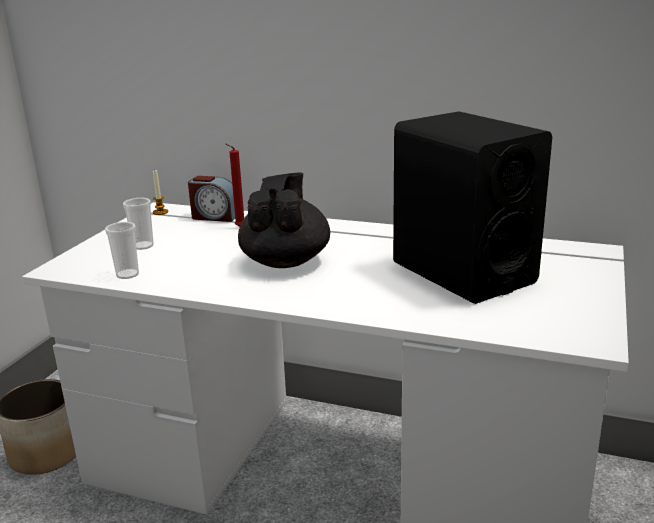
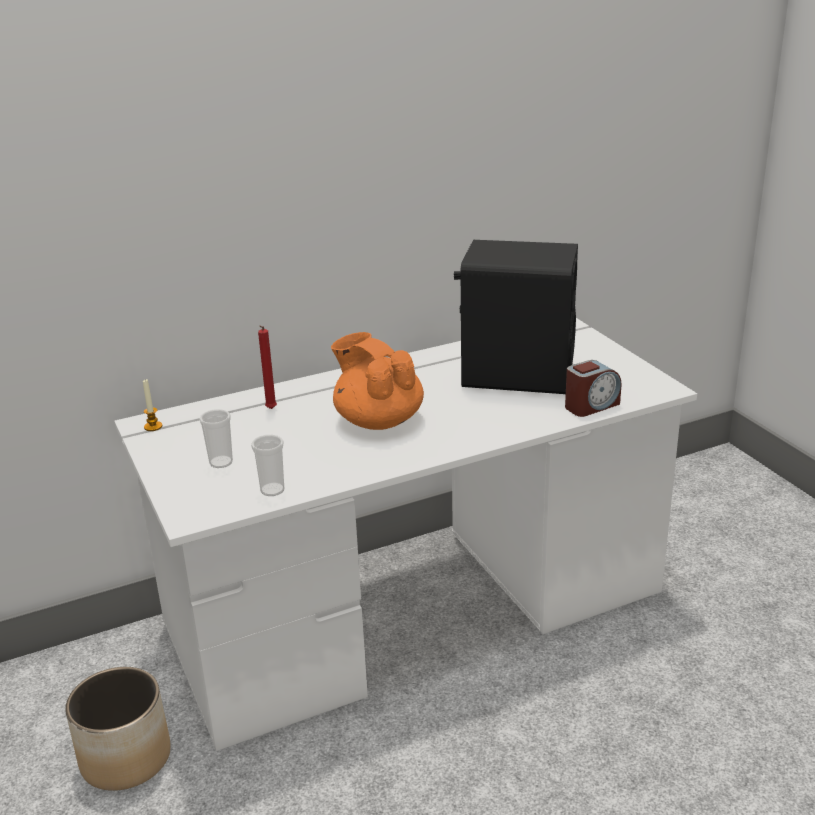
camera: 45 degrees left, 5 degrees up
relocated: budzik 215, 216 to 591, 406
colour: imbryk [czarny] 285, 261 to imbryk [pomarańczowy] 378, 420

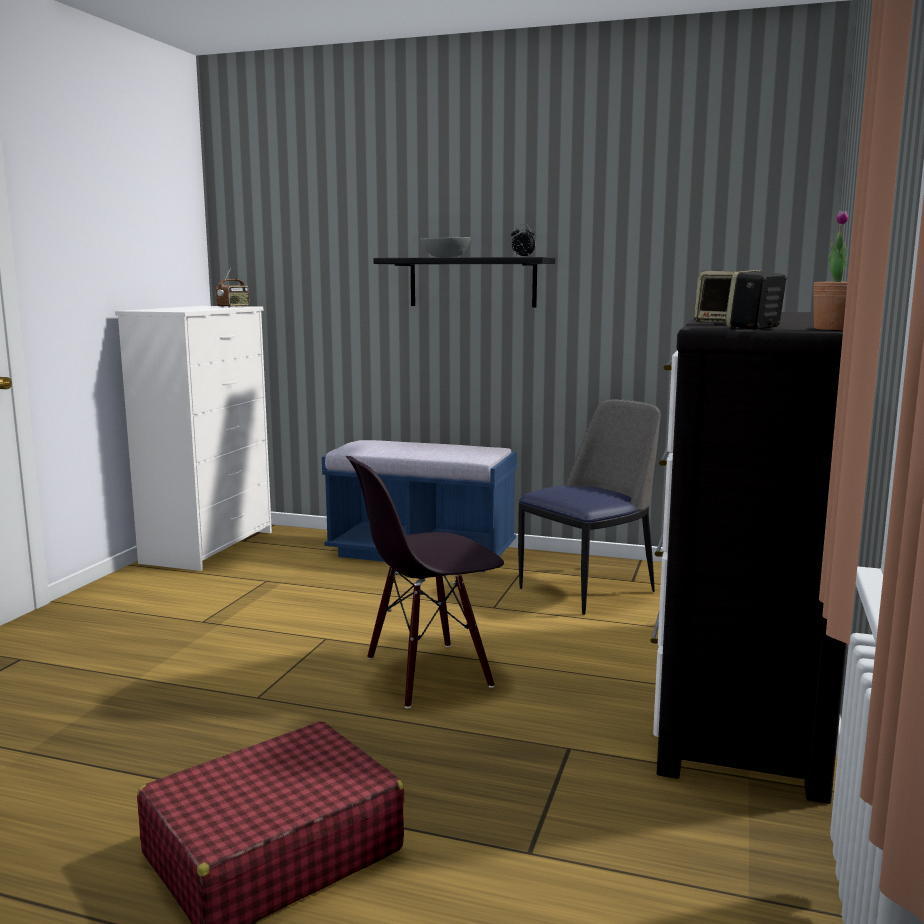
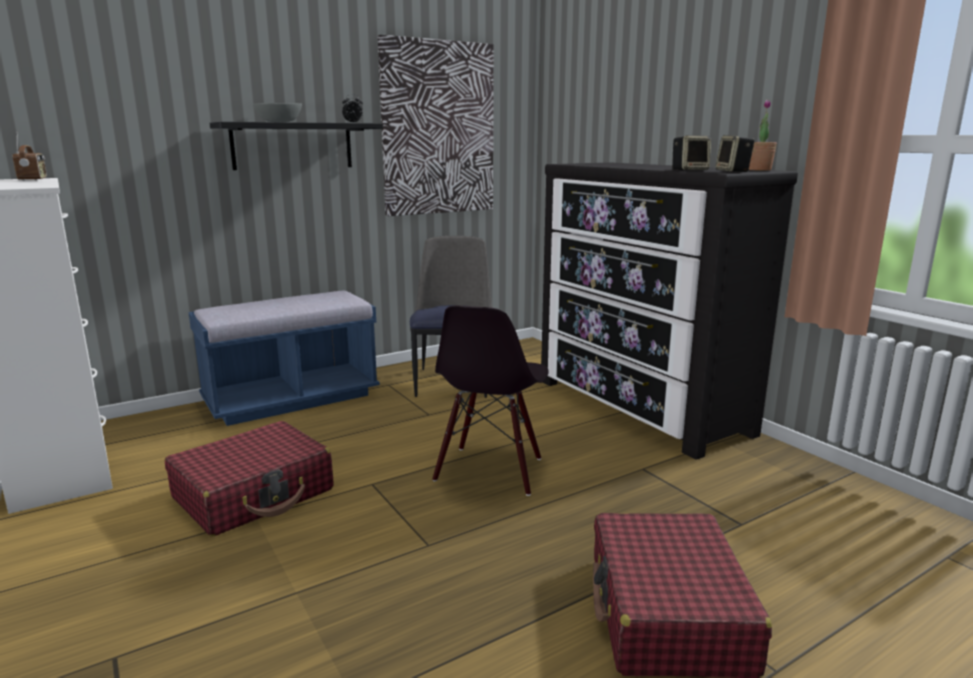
camera: 50 degrees left, 5 degrees up
appeared: walizka [czerwony] 254, 494; obraz 438, 129

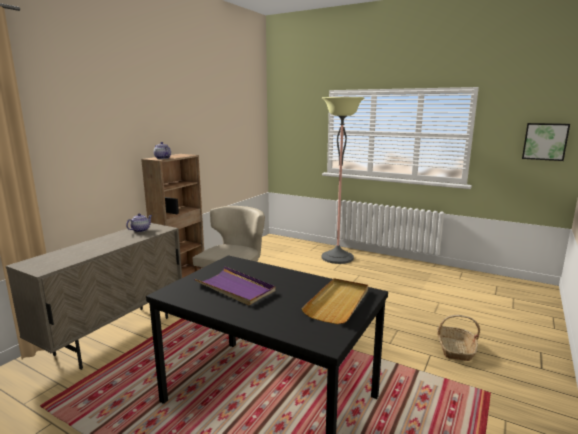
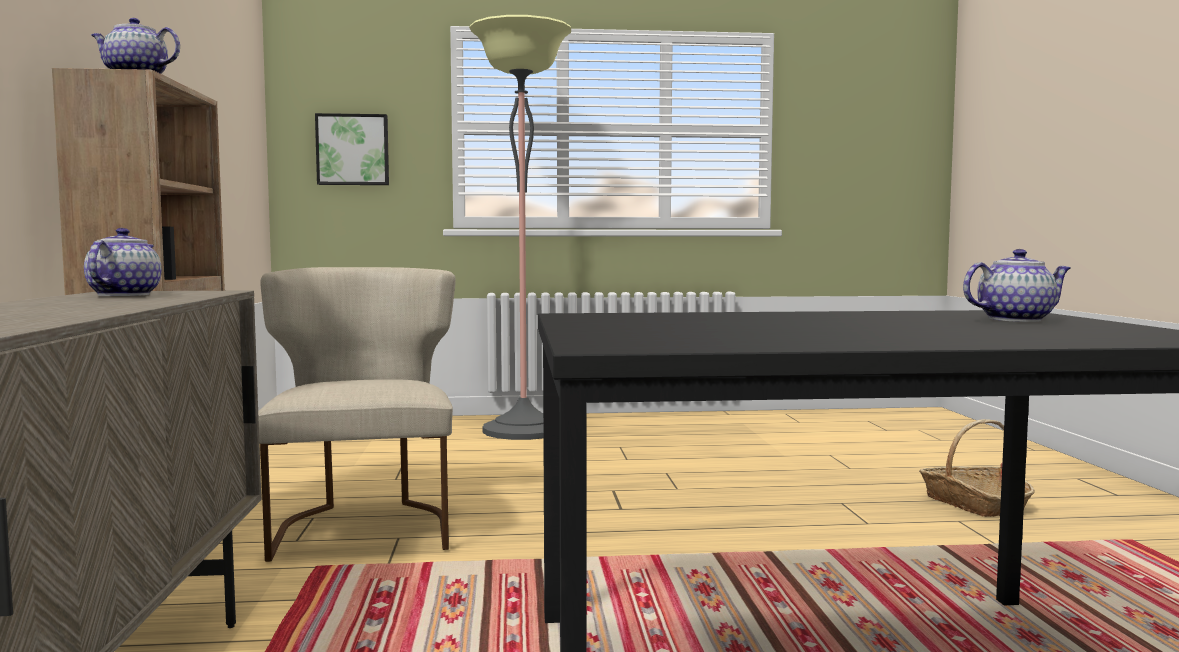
camera: 35 degrees left, 10 degrees down
missing: taca [fioletowy] 235, 288
relocated: obraz 545, 141 to 353, 150
exchanged: taca [beżowy] 338, 302 to imbryk 1016, 319

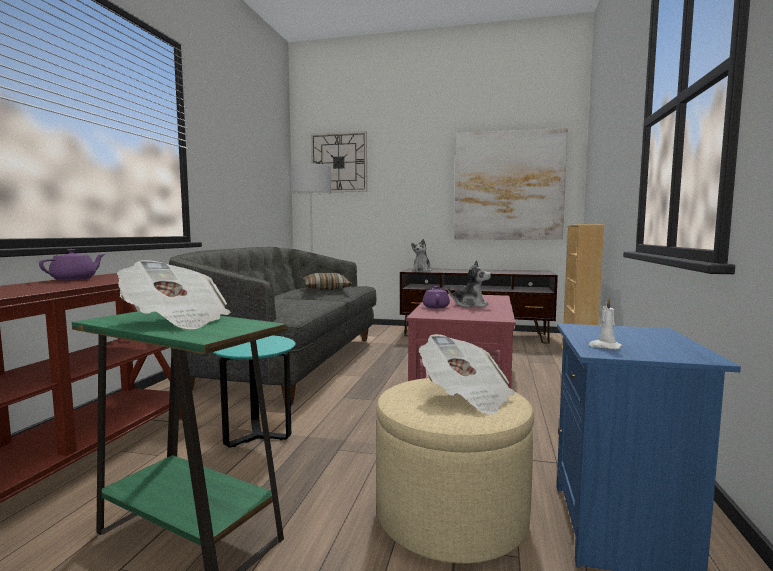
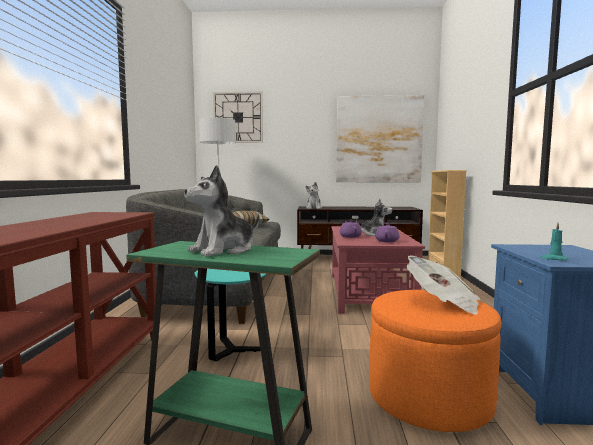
camera: 10 degrees left, 0 degrees up
relocated: imbryk [fioletowy] 75, 279 to 387, 241
exchanged: gazeta 177, 321 to pluszak 224, 250
colour: pufa [beżowy] 451, 516 to pufa [pomarańczowy] 429, 398; świeca [biały] 604, 347 to świeca [turkusowy] 553, 259

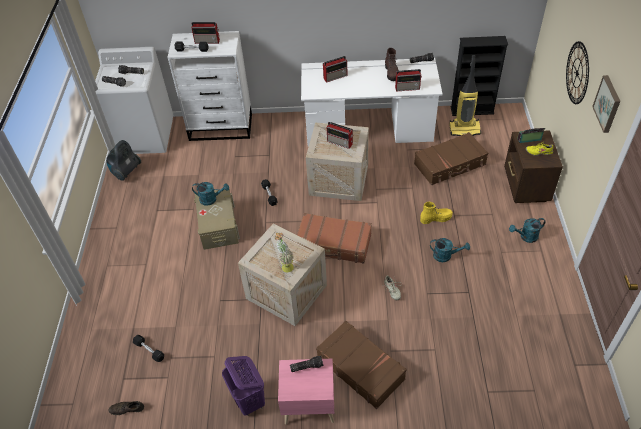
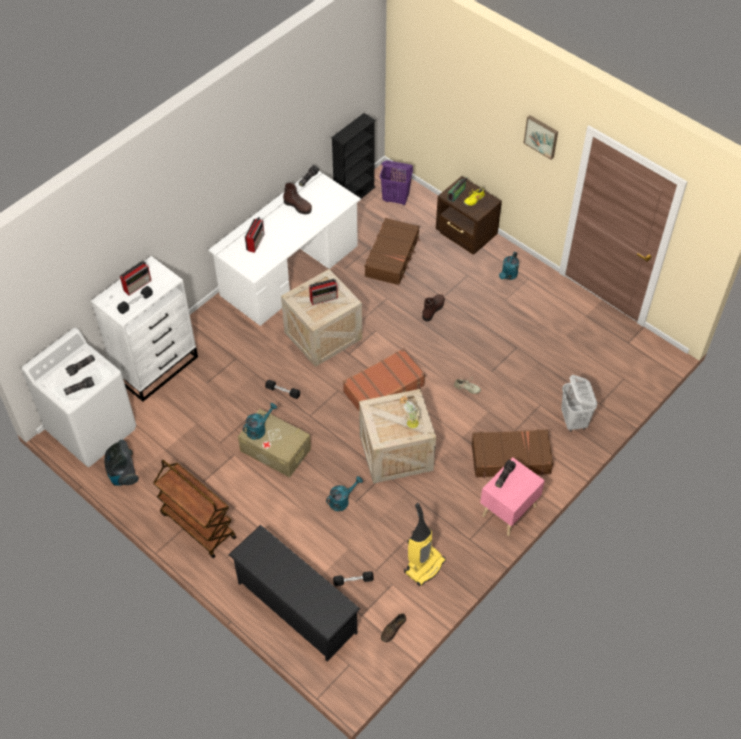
camera: 50 degrees left, 5 degrees up
missing: radio 408, 88; zegar ścienny 577, 73
appeared: wózek [brązowy] 197, 525; regał na buty [czarny] 296, 607; kosz na pranie [biały] 574, 421
relocated: kosz na pranie [fioletowy] 249, 401 to 396, 199; konewka [turkusowy] 446, 256 to 342, 500; odkurzacz 464, 129 to 424, 565
colour: but z cholewką [żółty] 436, 218 to but z cholewką [brązowy] 433, 309

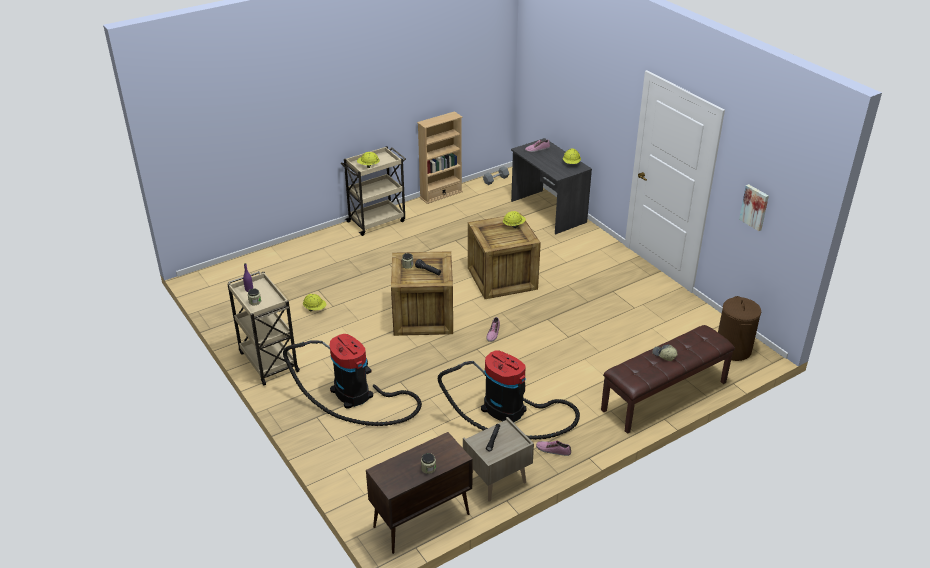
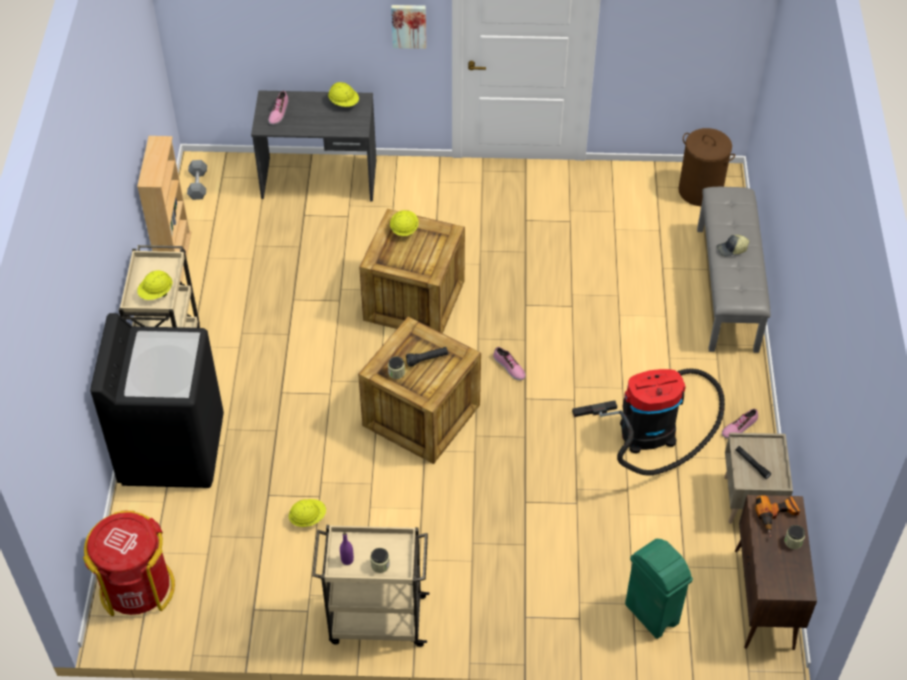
camera: 55 degrees left, 15 degrees up
missing: odkurzacz 355, 396
appeared: kosz na śmieci [czerwony] 137, 587; pralka [czarny] 172, 449; kosz na śmieci [zielony] 652, 614; wiertarka 777, 516
relocated: obraz 755, 207 to 409, 25
colour: ławka [brązowy] 664, 396 to ławka [szary] 728, 289

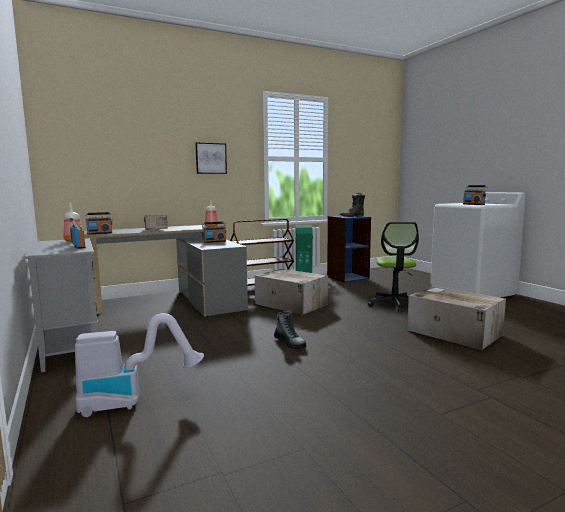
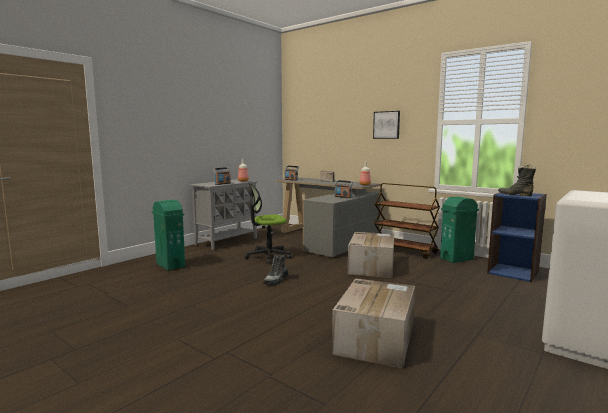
camera: 65 degrees right, 0 degrees up
missing: radio 473, 204
relocated: krzesło biurowe 395, 304 to 268, 256
exchanged: odkurzacz 132, 401 to kosz na śmieci [zielony] 170, 265

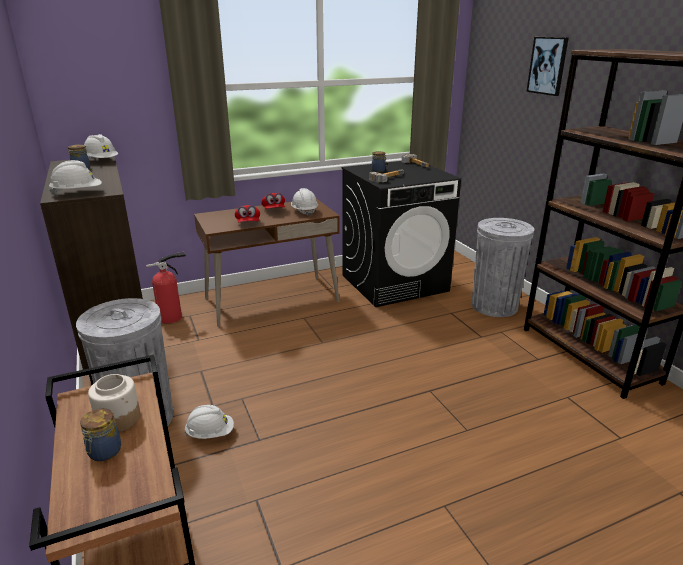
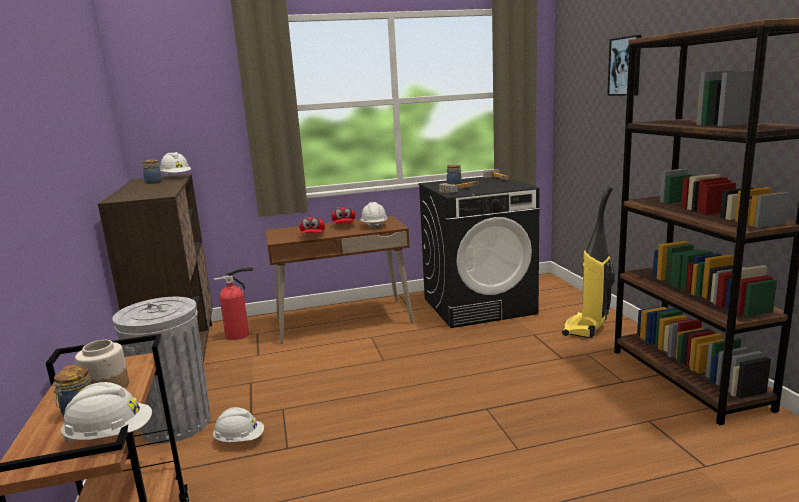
camera: 10 degrees right, 10 degrees down
relocated: kask [biały] 78, 193 to 110, 436
exchanged: kosz na śmieci [szary] 494, 306 to odkurzacz 586, 328

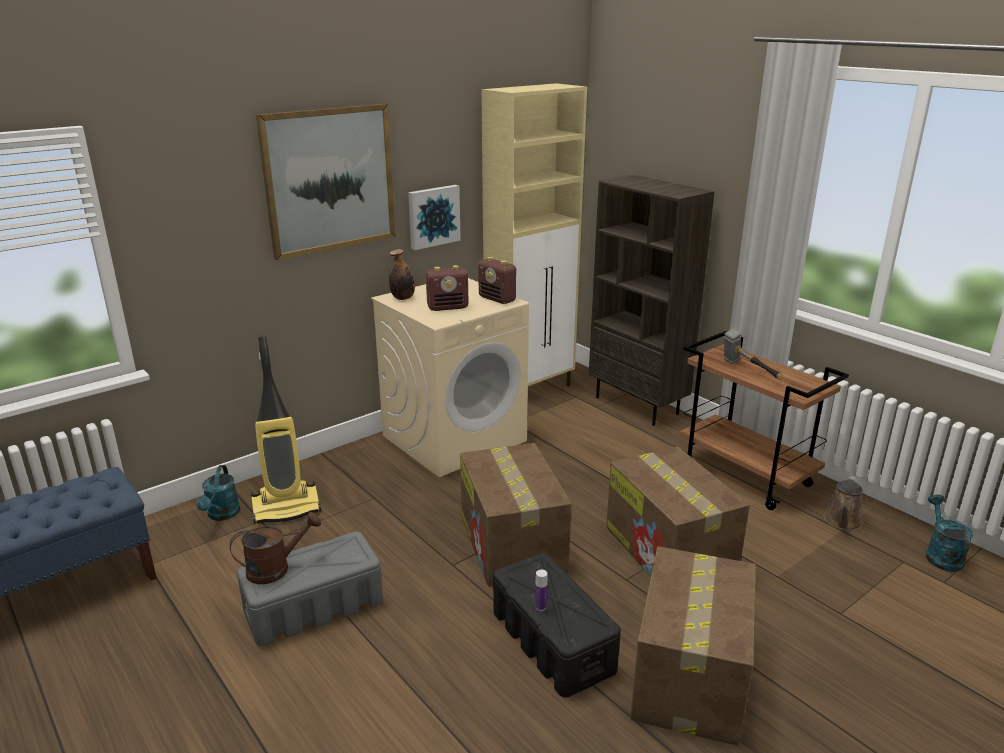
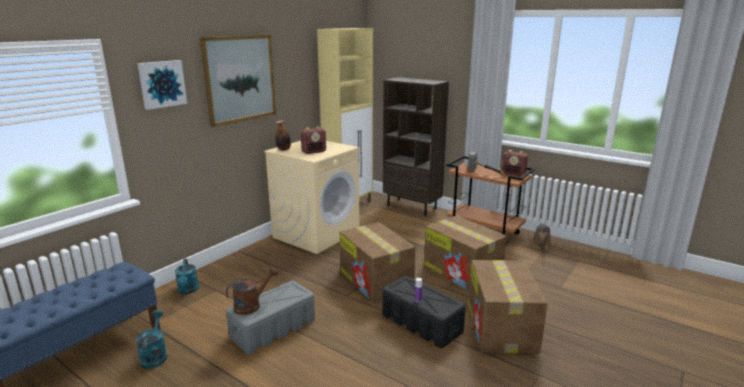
camera: 15 degrees left, 5 degrees down
missing: odkurzacz 287, 508
relocated: obraz 433, 216 to 162, 84; radio 497, 299 to 513, 174; konewka [turkusowy] 940, 555 to 154, 355

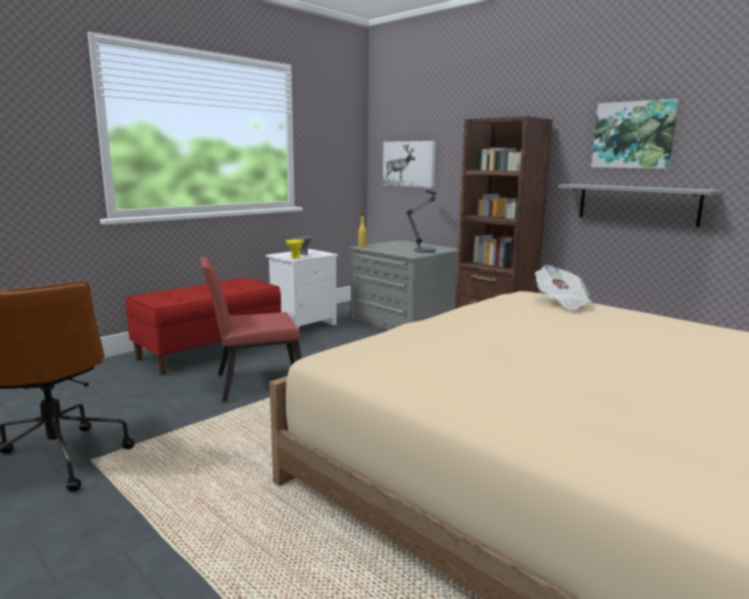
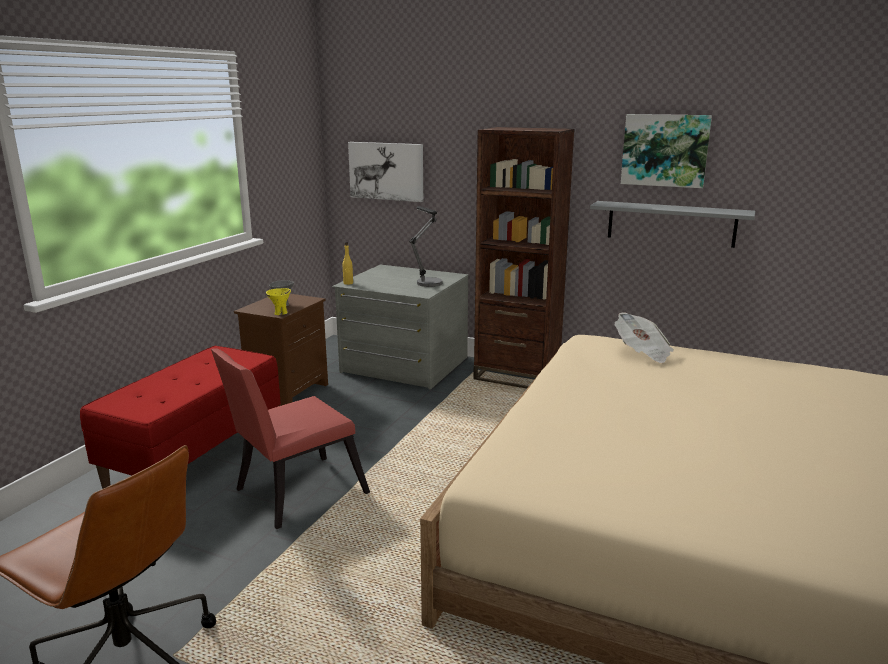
camera: 20 degrees left, 5 degrees up
colour: szafka nocna [biały] 303, 325 to szafka nocna [brązowy] 287, 391

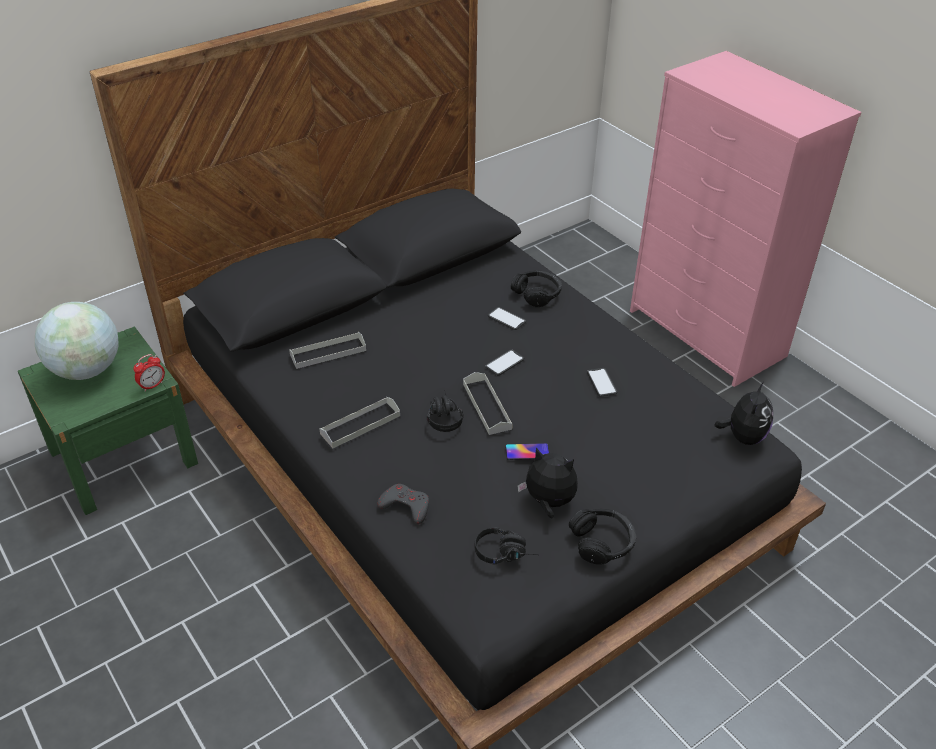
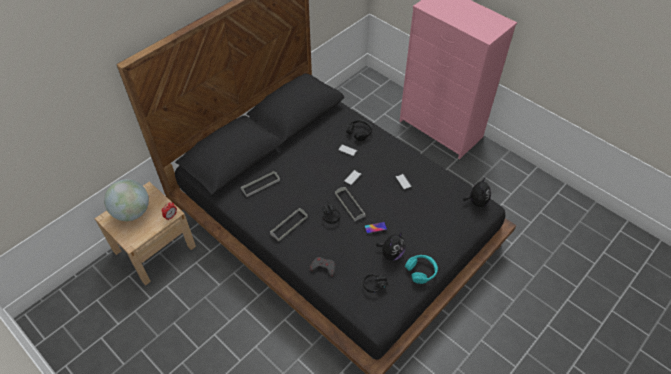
camera: 10 degrees left, 10 degrees up
colour: szafka nocna [zielony] 123, 457 to szafka nocna [beżowy] 154, 249; słuchawki [czarny] 602, 542 to słuchawki [turkusowy] 421, 271
spun: pluszak 548, 502 = 391, 254 120 degrees clockwise

